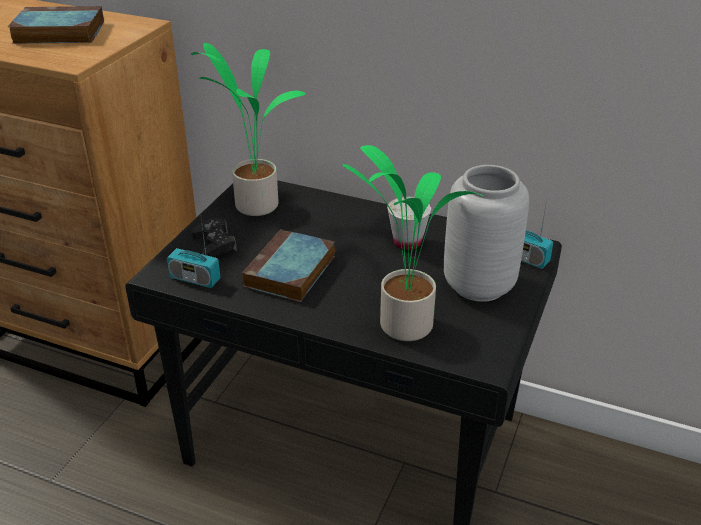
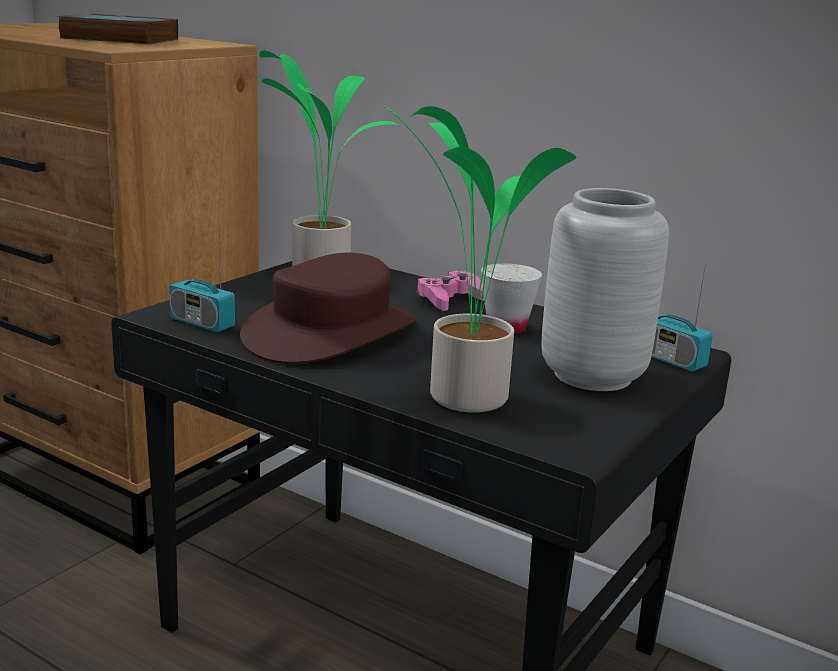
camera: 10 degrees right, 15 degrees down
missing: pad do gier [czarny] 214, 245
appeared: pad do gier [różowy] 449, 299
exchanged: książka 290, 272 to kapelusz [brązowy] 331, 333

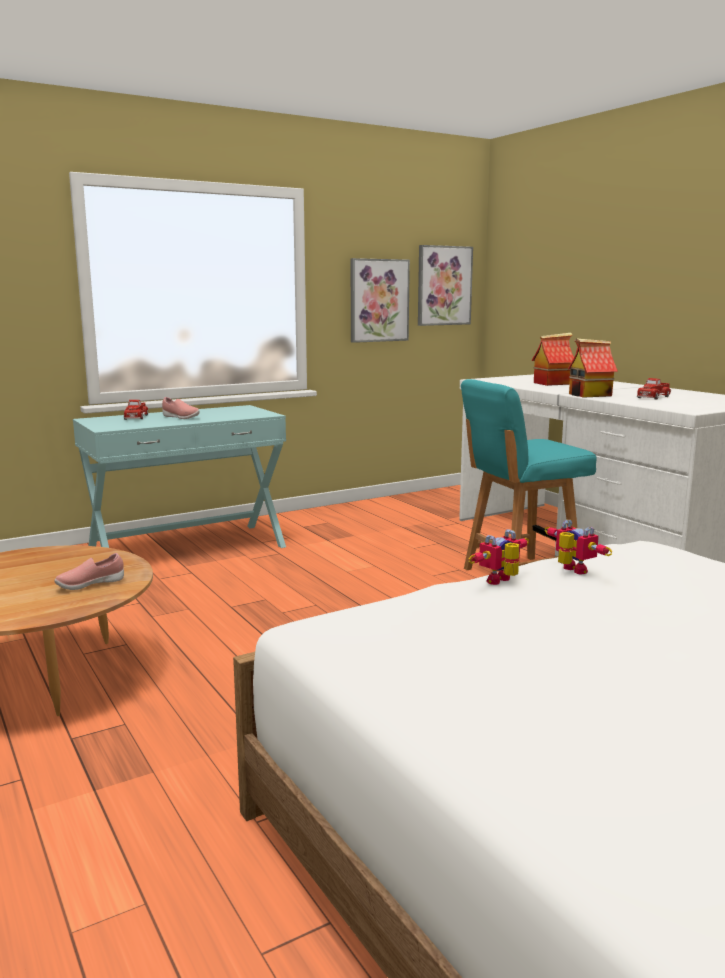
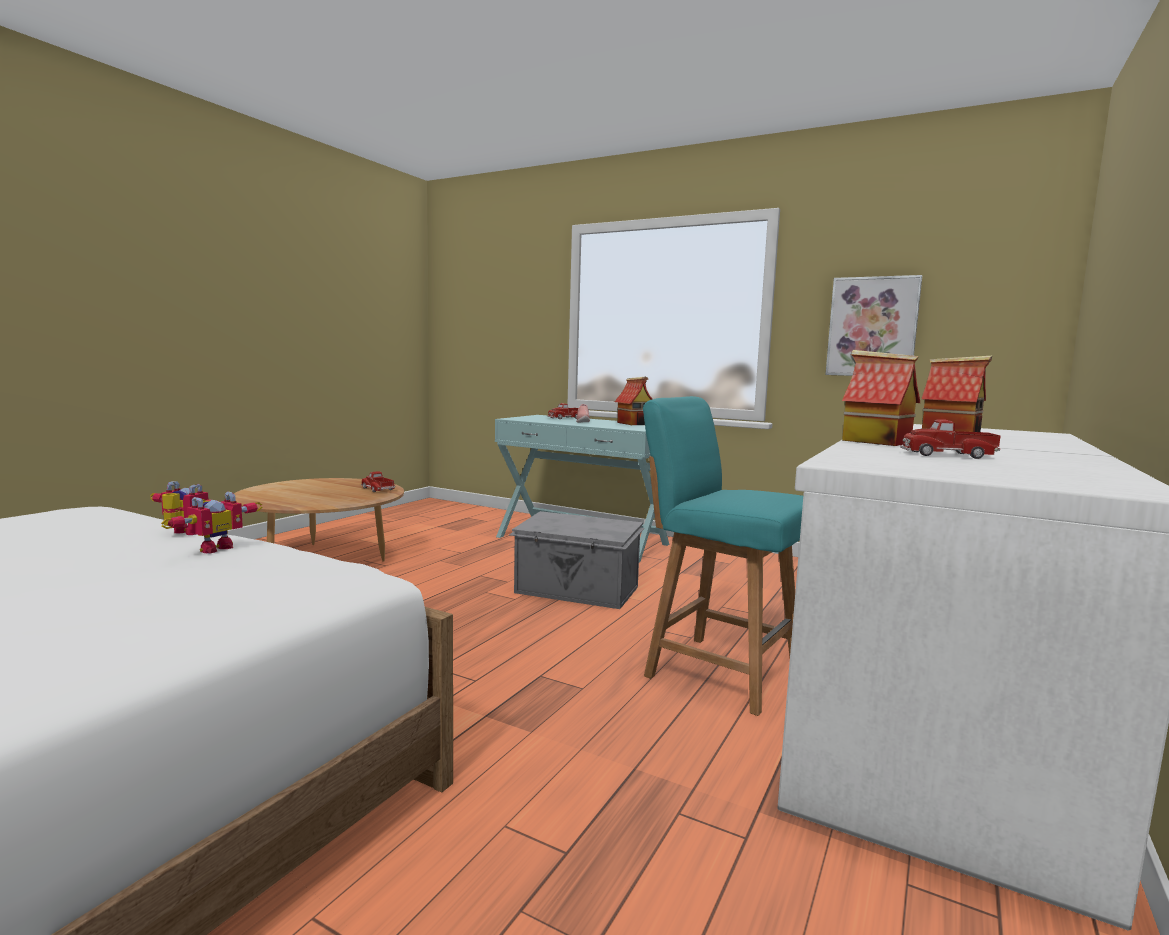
camera: 60 degrees right, 5 degrees down
missing: but [różowy] 90, 585; obraz 444, 285
appeared: ciężarówka zabawkowa 377, 489; pojemnik do przechowywania [szary] 577, 590; domek 634, 423

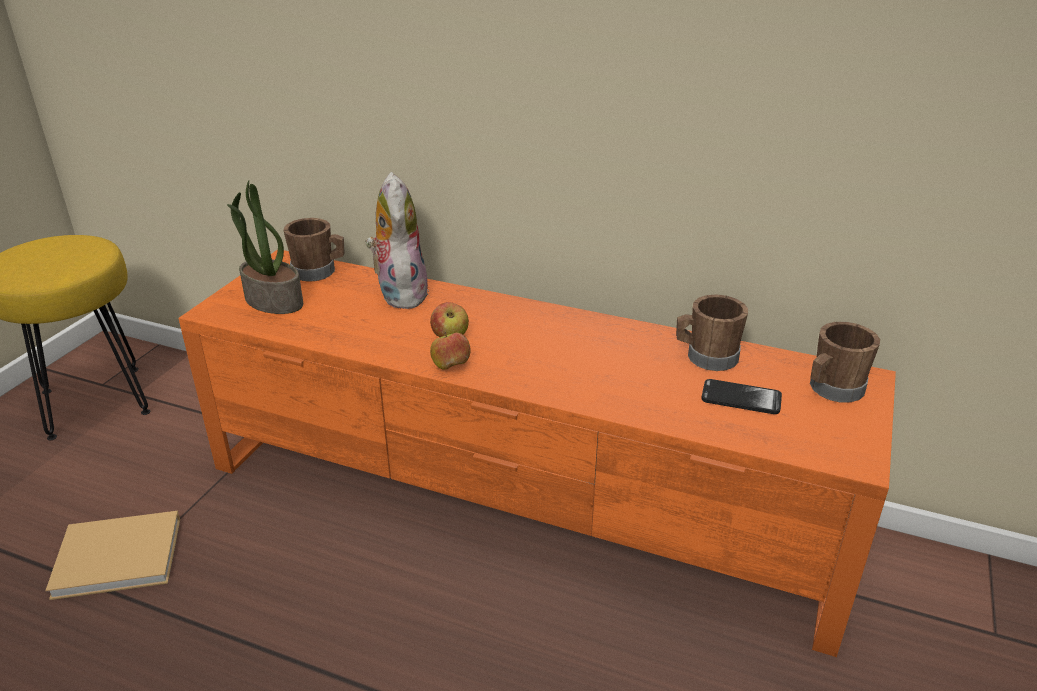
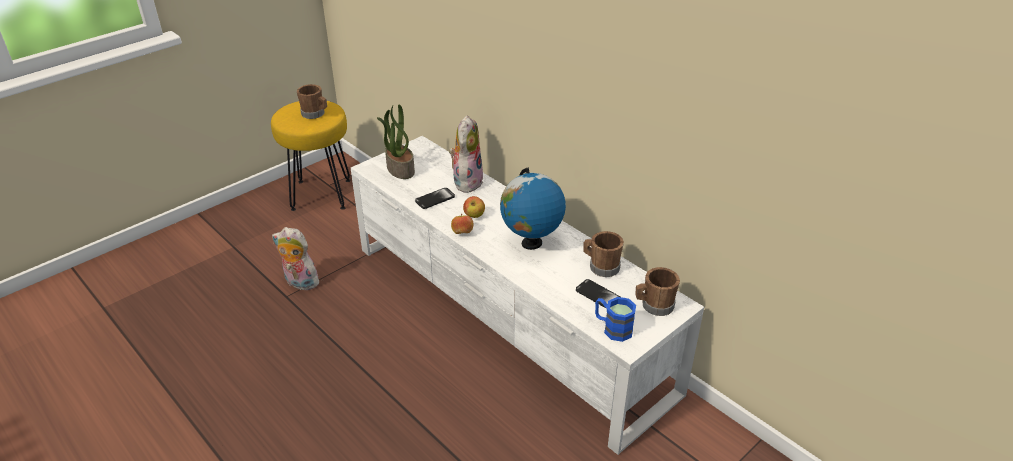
camera: 25 degrees right, 5 degrees up
appeared: telefon 435, 199; globus 531, 243; kubek [niebieski] 612, 328
relocated: kubek [brązowy] 319, 272 to 315, 114
exchanged: książka [beżowy] 122, 557 to pluszak 299, 283
colour: szafka pod telewizor [pomarańczowy] 521, 499 to szafka pod telewizor [biały] 508, 317

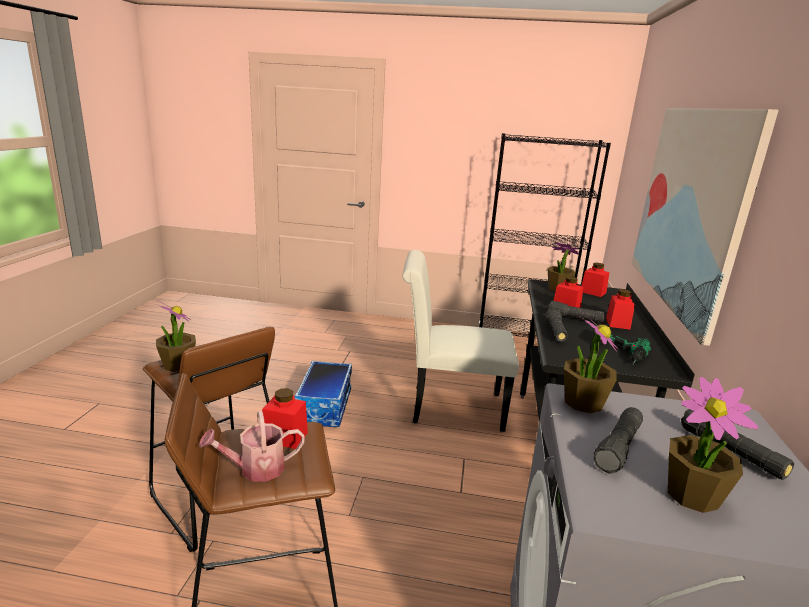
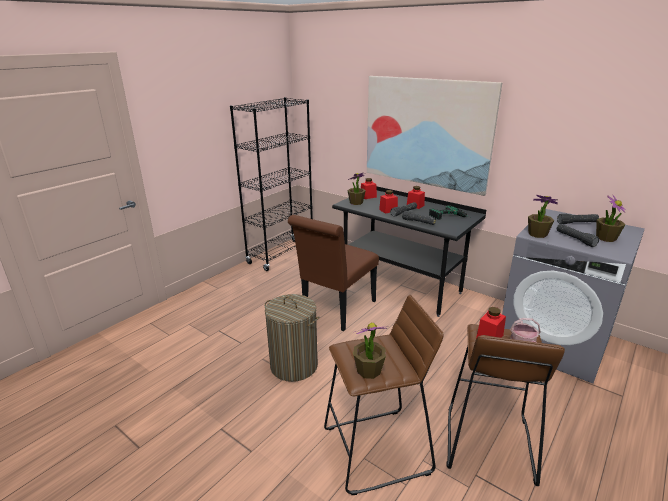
camera: 60 degrees left, 5 degrees up
exchanged: pojemnik do przechowywania 326, 407 to kosz na pranie 294, 365
colour: krzesło [biały] 449, 407 to krzesło [brązowy] 336, 311

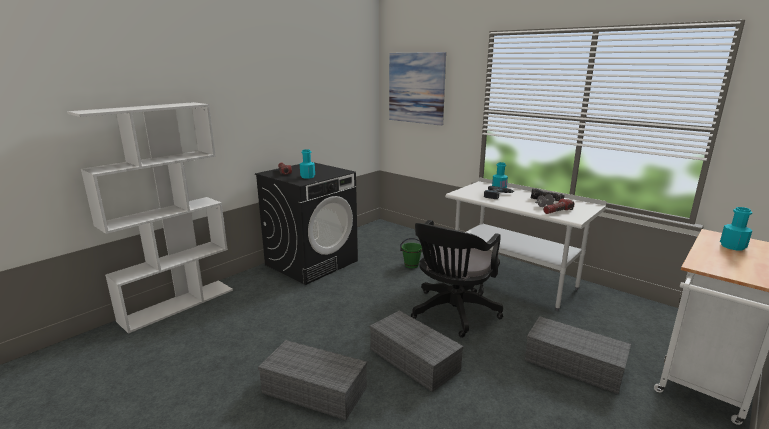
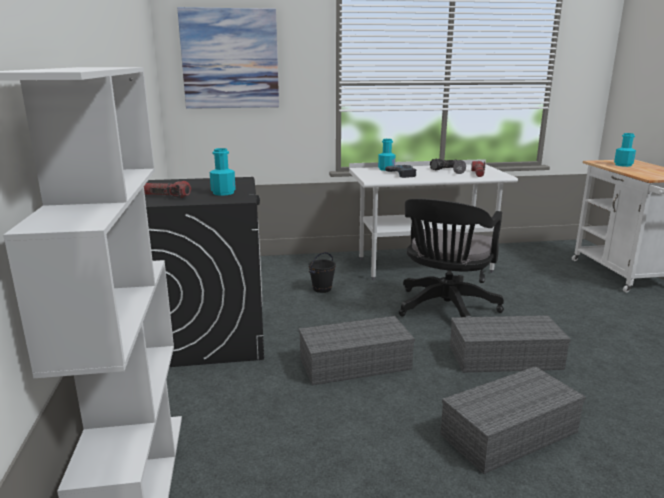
camera: 50 degrees left, 0 degrees up
relocated: pojemnik do przechowywania [szary] 575, 364 to 356, 363
colour: wiadro [zielony] 411, 265 to wiadro [czarny] 322, 289
spun: krzesło biurowe [czarny] 452, 313 = 445, 309 45 degrees clockwise

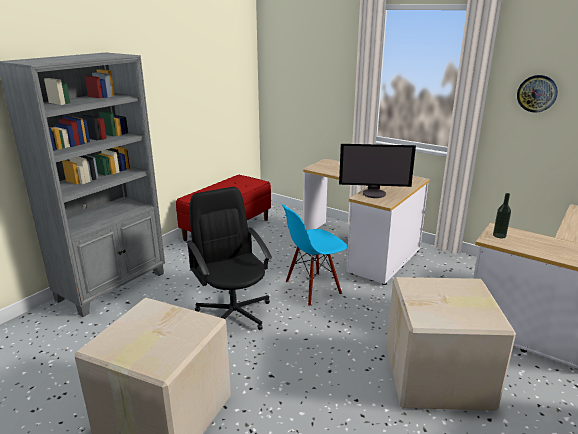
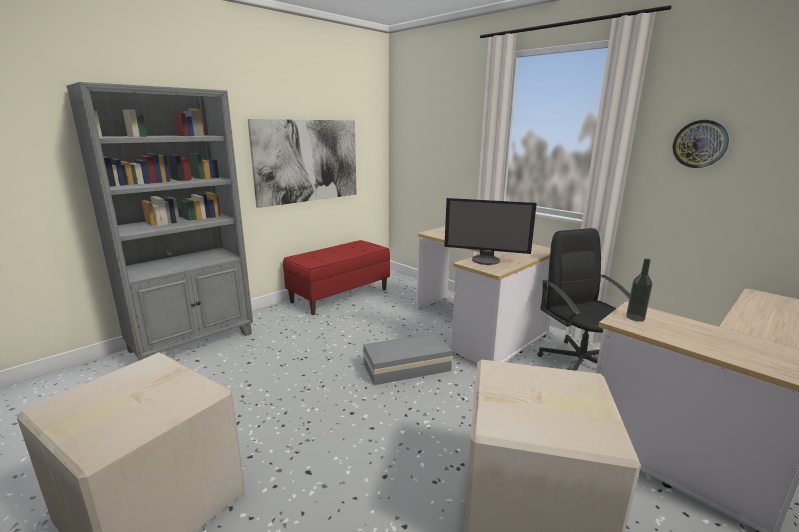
camera: 10 degrees right, 5 degrees down
appeared: obraz 307, 161
relocated: krzesło biurowe [czarny] 234, 312 to 580, 361
exchanged: krzesło [niebieski] 313, 288 to pojemnik do przechowywania [szary] 405, 367

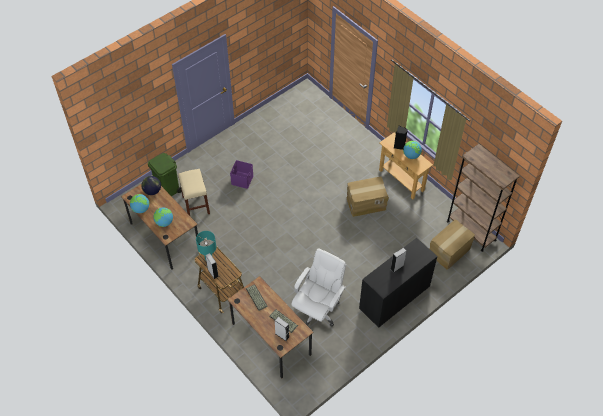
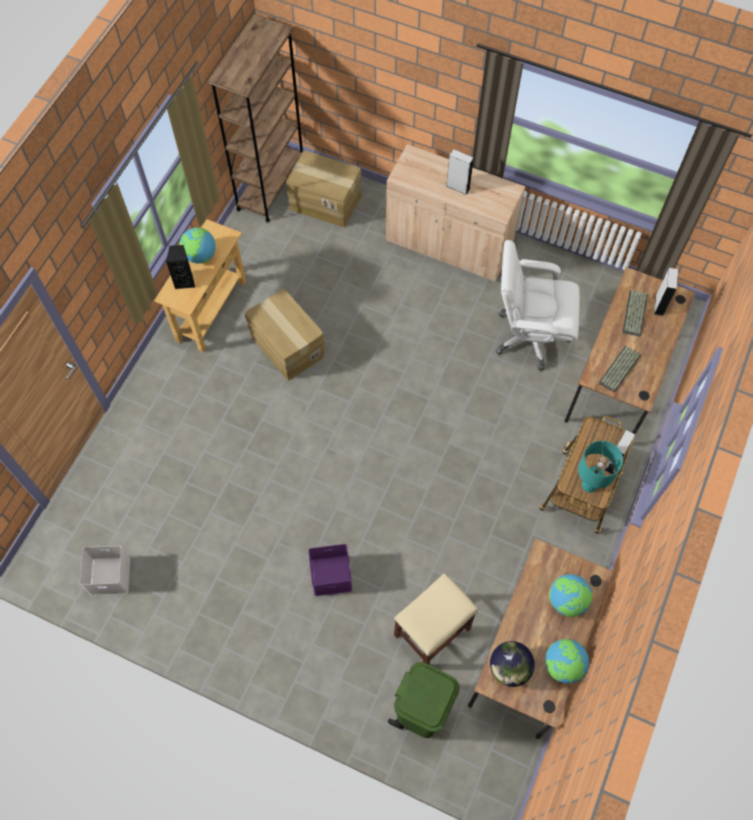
camera: 115 degrees left, 10 degrees up
appeared: pojemnik do przechowywania [biały] 111, 575
colour: szafka [czarny] 394, 297 to szafka [beżowy] 448, 244

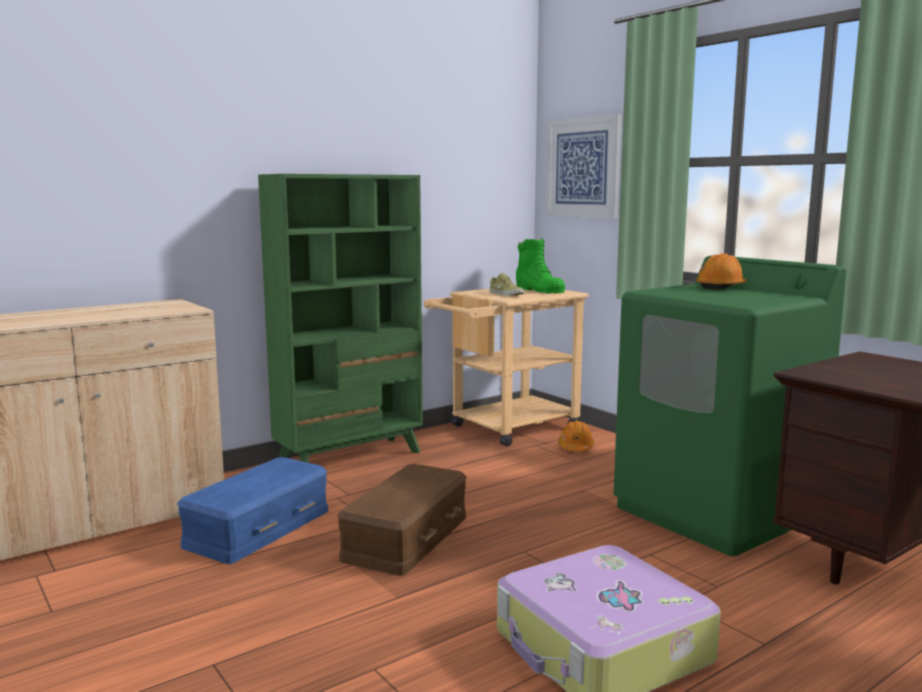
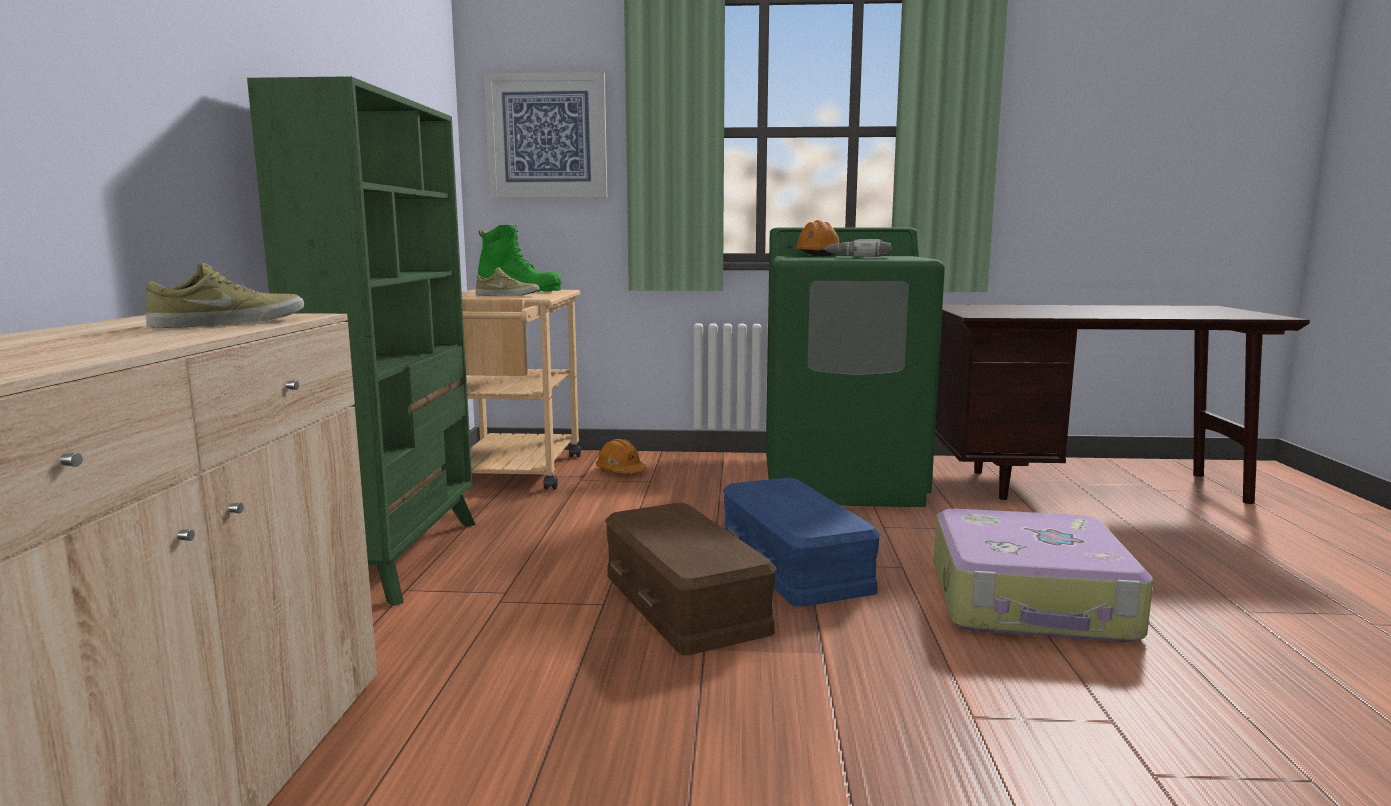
camera: 50 degrees left, 0 degrees up
appeared: but [beżowy] 229, 322; wiertarka 856, 257
relocated: pojemnik do przechowywania [niebieski] 257, 527 to 792, 564

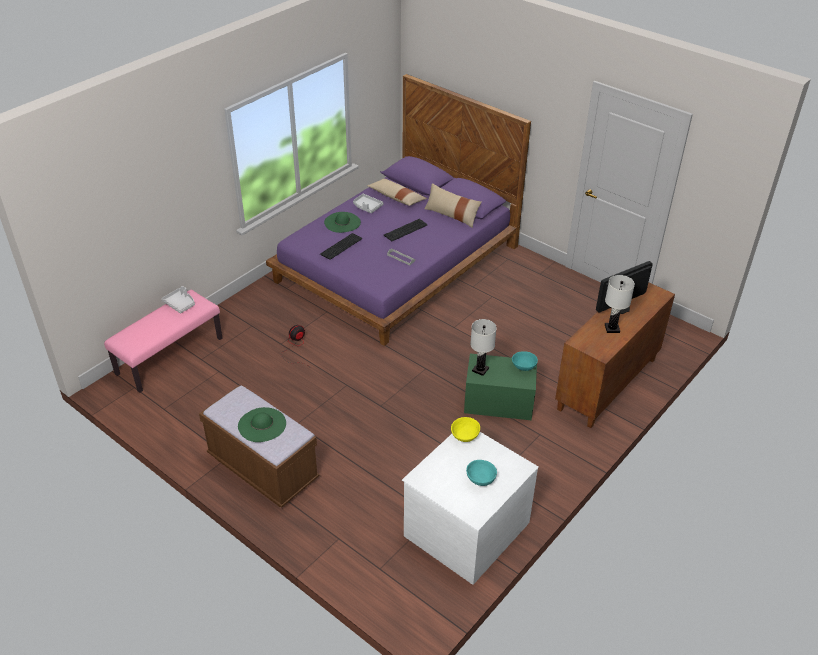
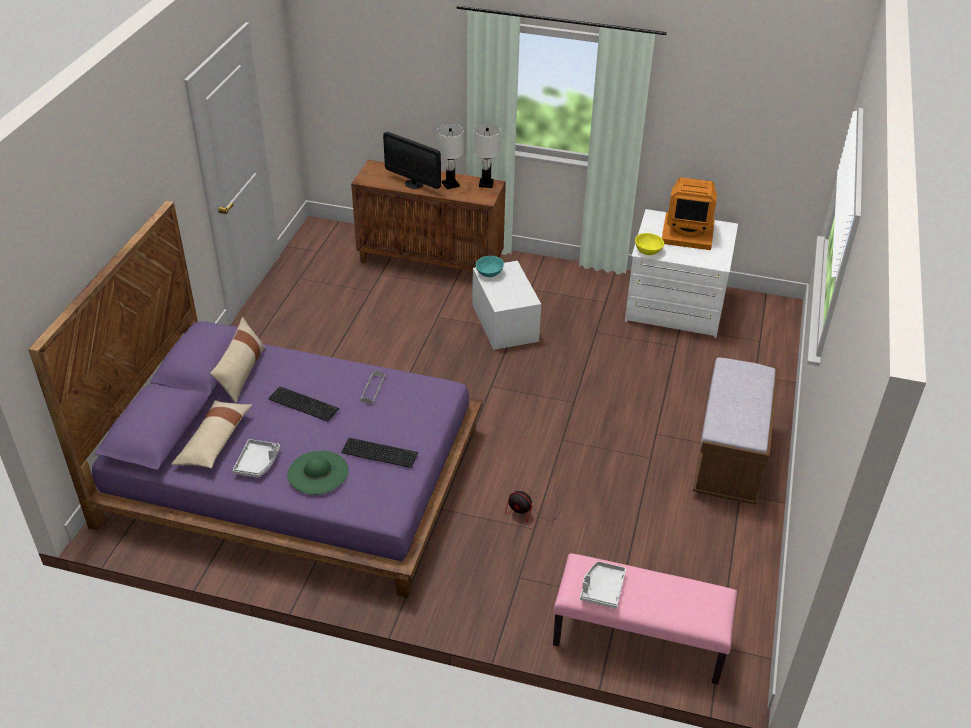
camera: 115 degrees left, 0 degrees up
missing: kapelusz [zielony] 262, 424
relocated: lampa stołowa [biały] 480, 370 to 486, 184
exchanged: miska [turkusowy] 480, 479 to monitor 688, 232
colour: pojemnik do przechowywania [zielony] 499, 401 to pojemnik do przechowywania [biały] 504, 322

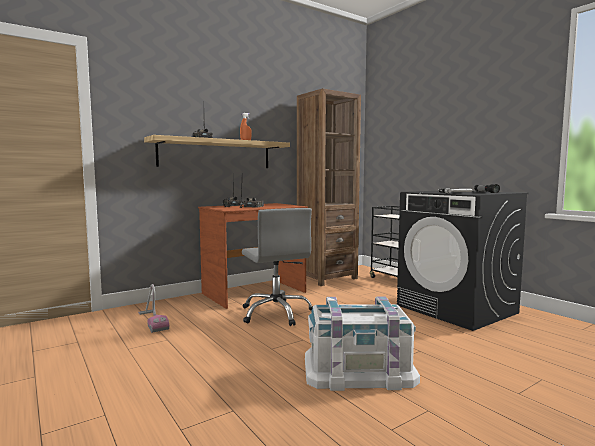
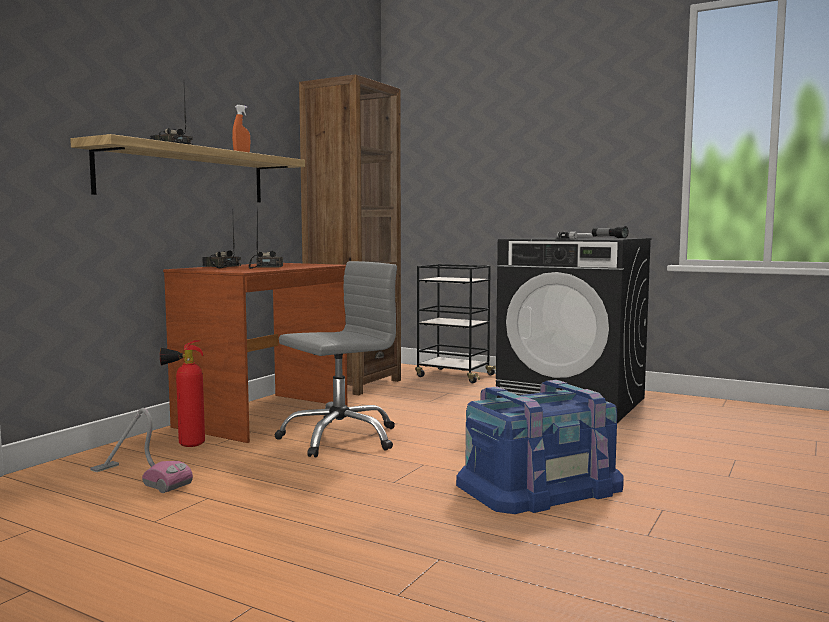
camera: 25 degrees left, 0 degrees up
appeared: gaśnica 185, 446
colour: pojemnik do przechowywania [biały] 359, 370 to pojemnik do przechowywania [niebieski] 539, 485
spun: krzesło biurowe [szary] 276, 313 = 339, 438 75 degrees counterclockwise

